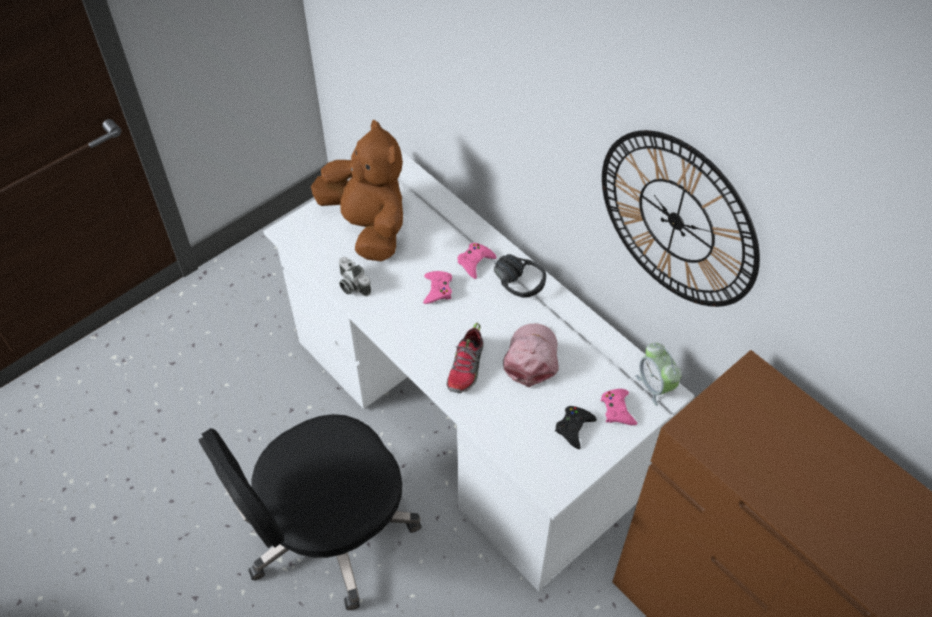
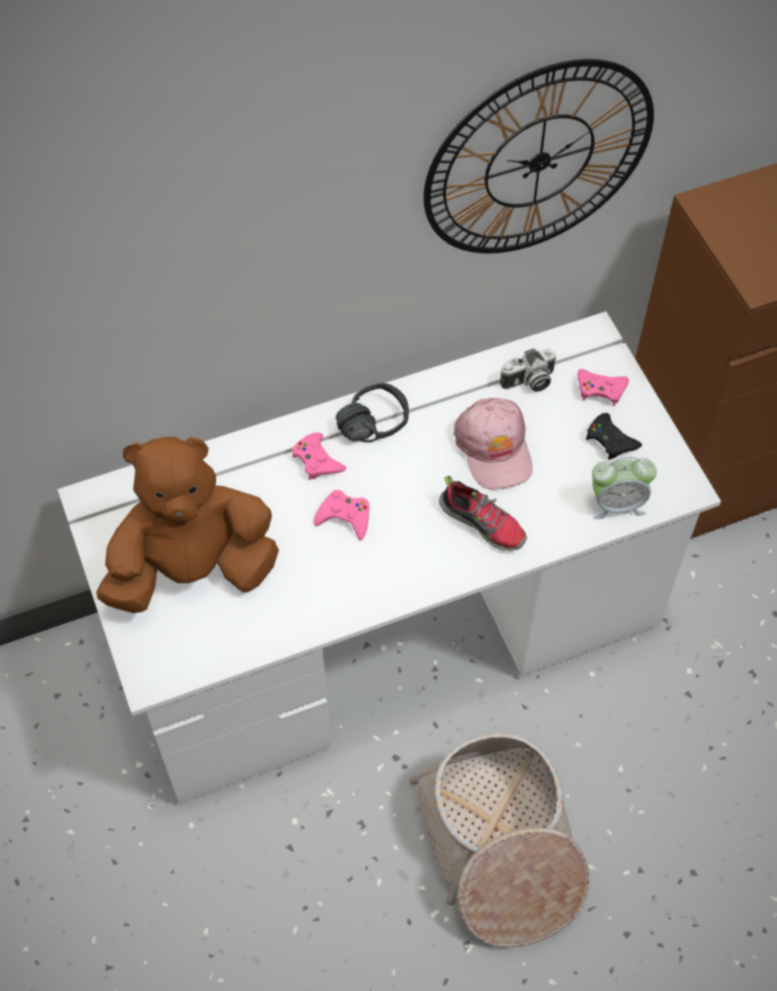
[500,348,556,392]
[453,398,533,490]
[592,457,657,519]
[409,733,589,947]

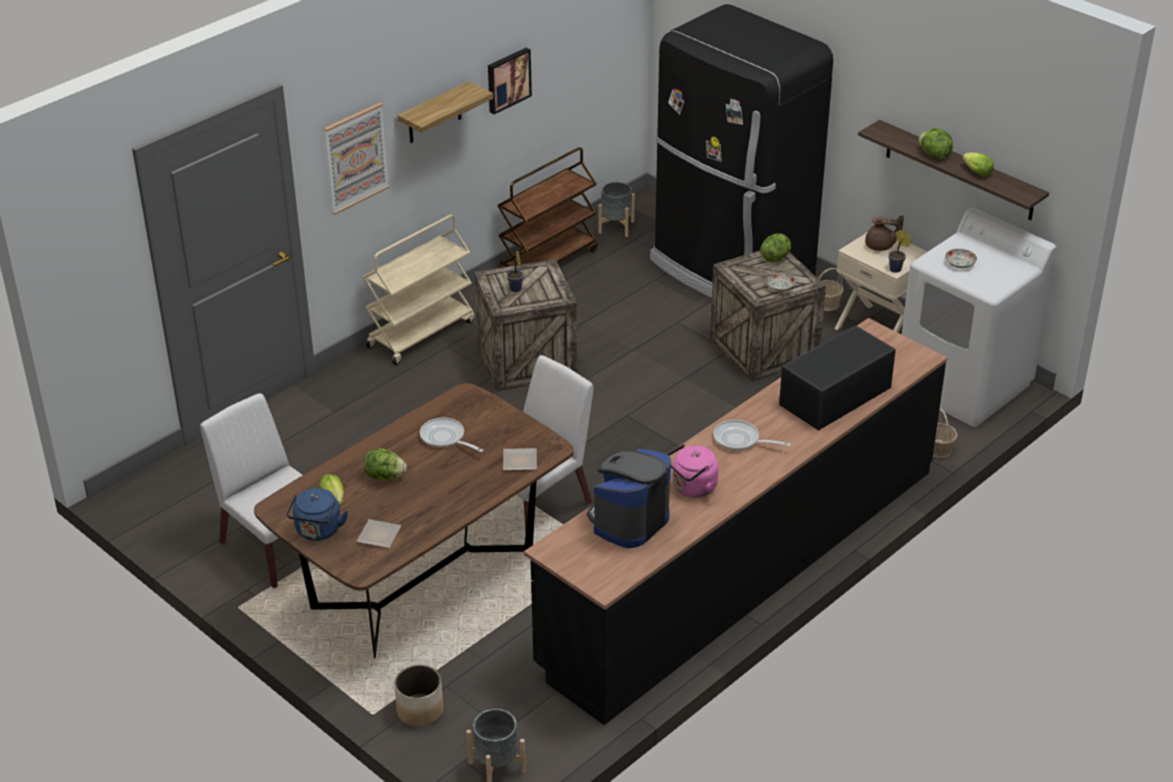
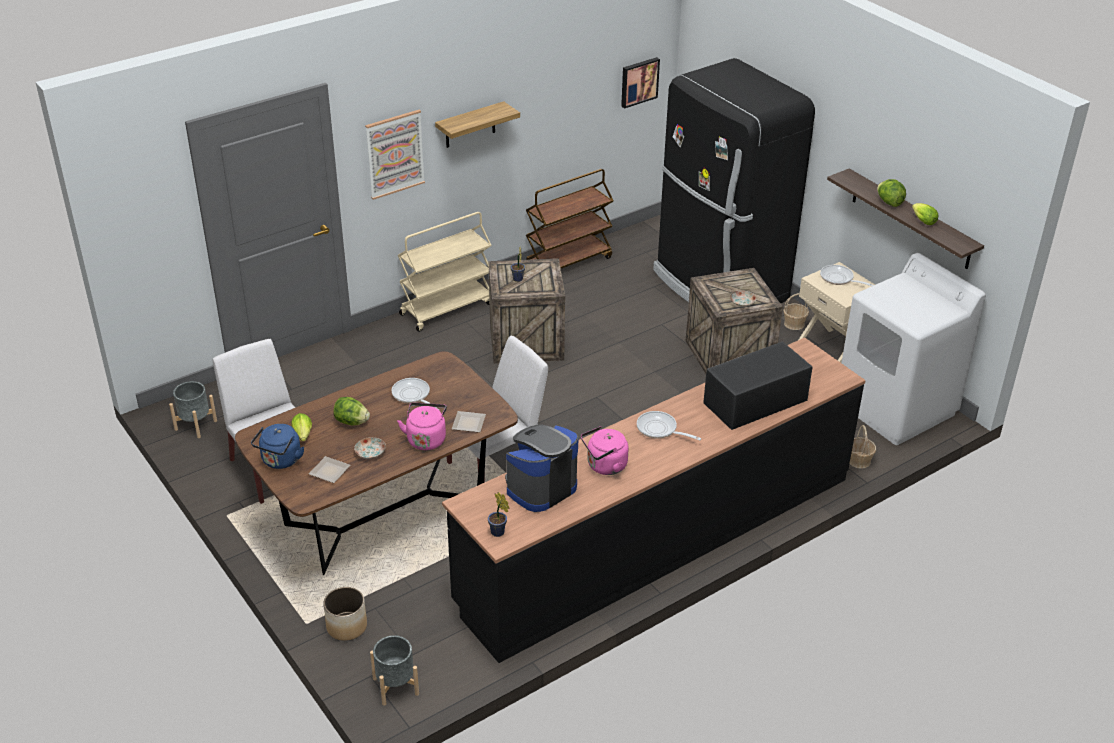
[621,57,660,108]
[169,381,217,438]
[820,265,874,286]
[488,492,510,537]
[760,233,791,263] (first image)
[354,437,386,459]
[397,403,447,450]

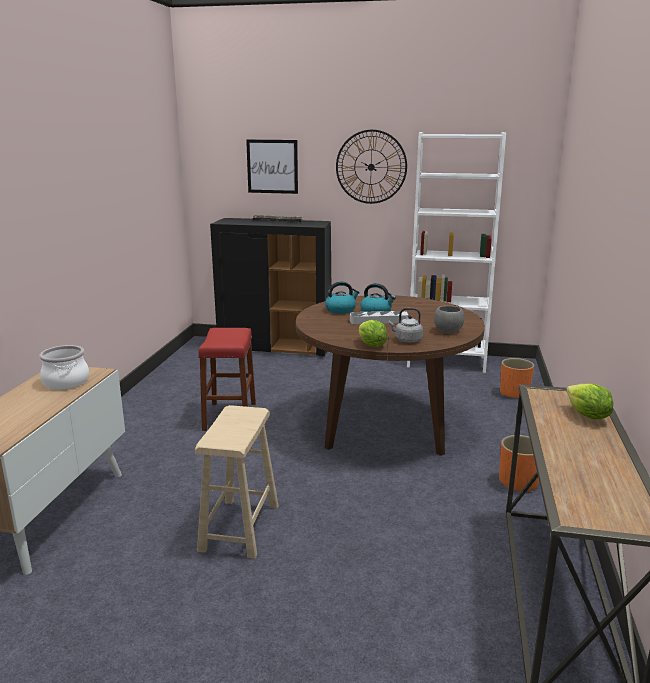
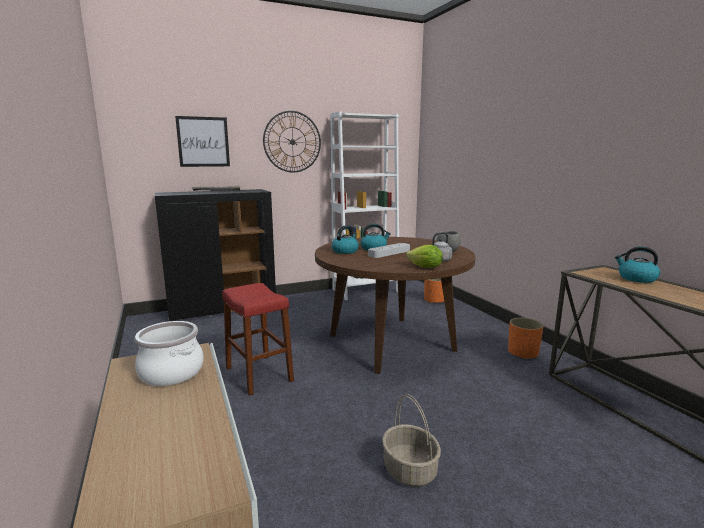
[615,246,660,283]
[382,394,441,487]

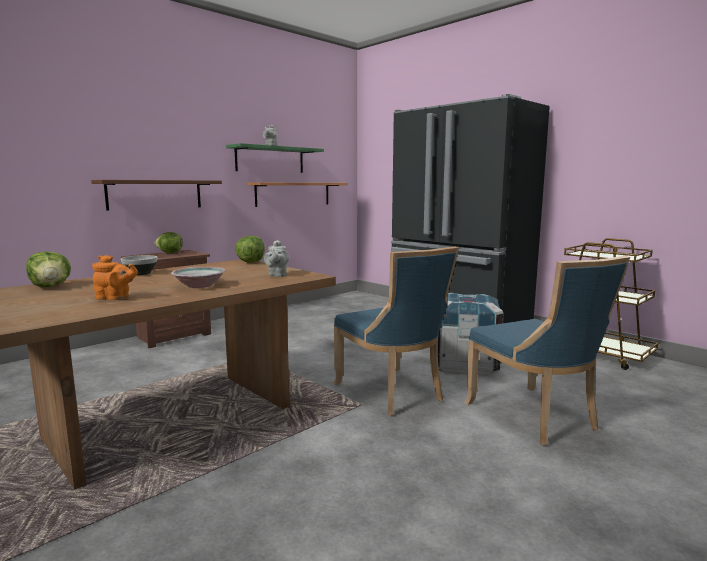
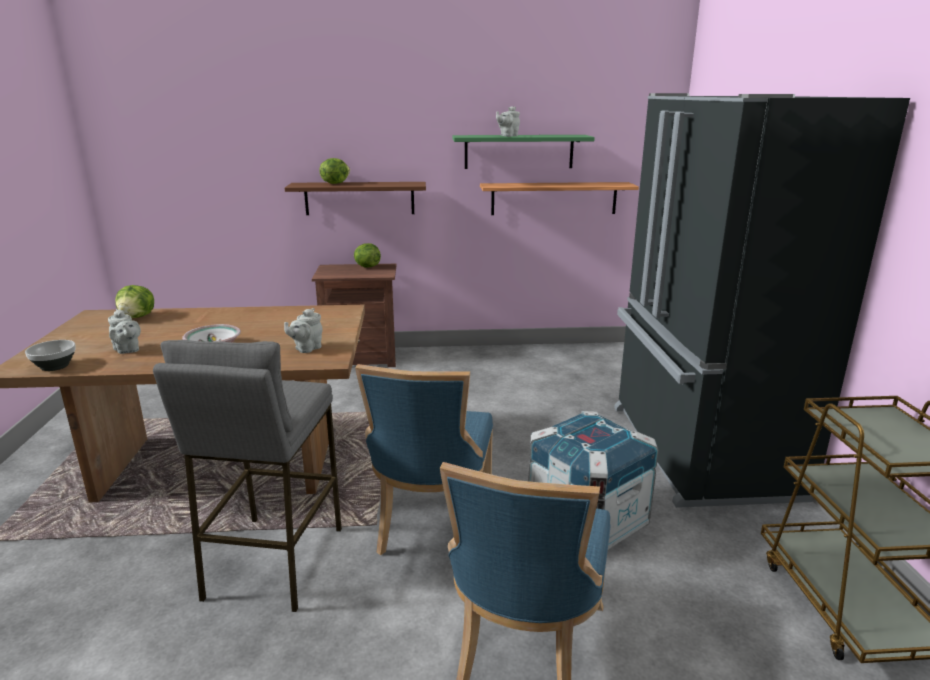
[319,158,350,184]
[108,309,141,354]
[25,340,76,371]
[153,340,342,612]

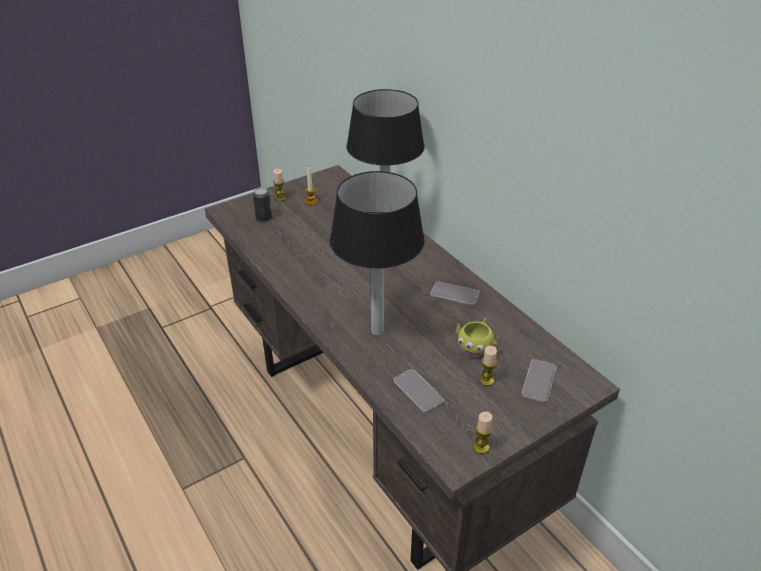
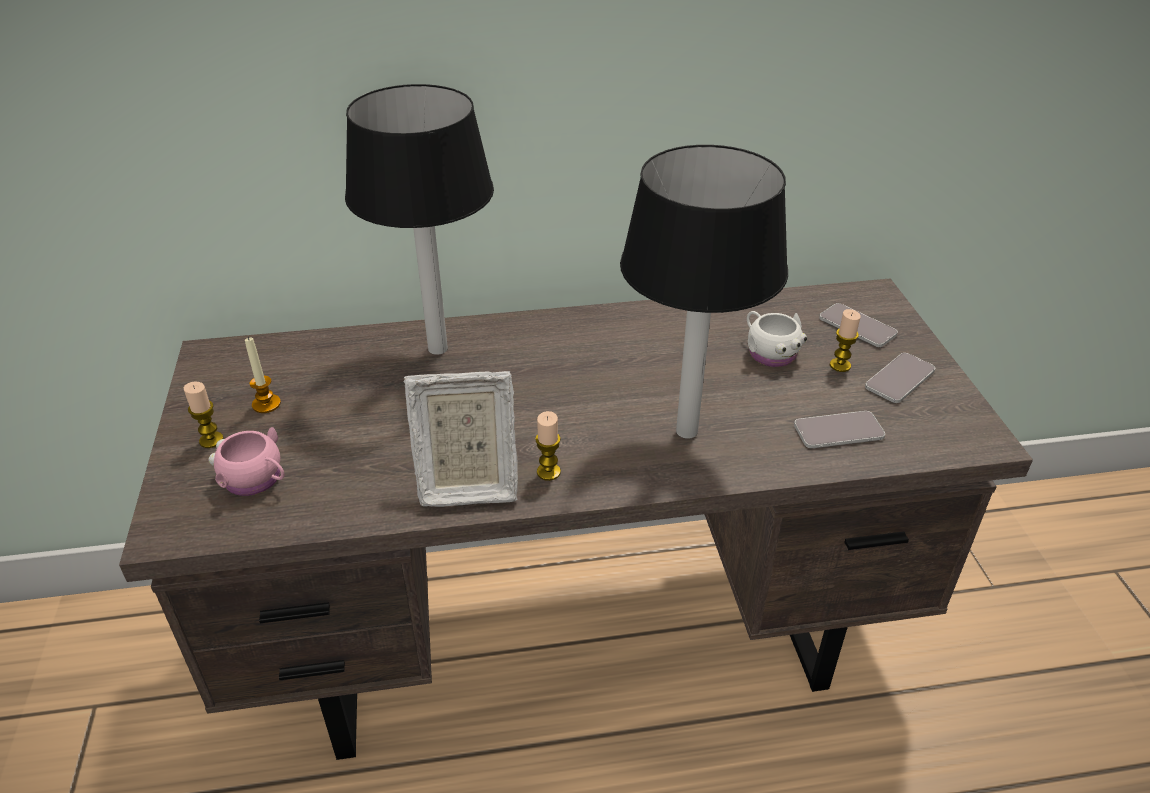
[209,427,285,496]
[865,353,935,403]
[747,311,807,367]
[535,411,561,481]
[403,371,518,507]

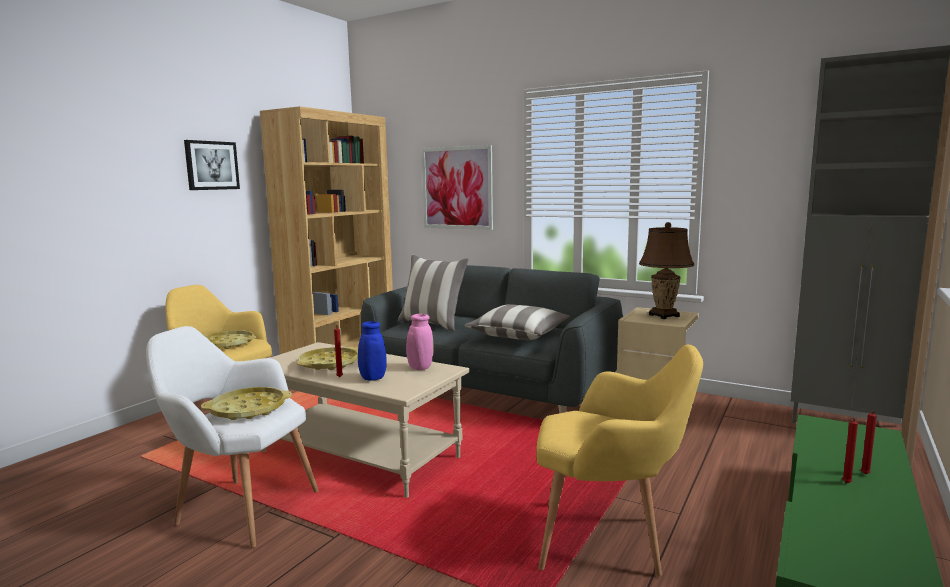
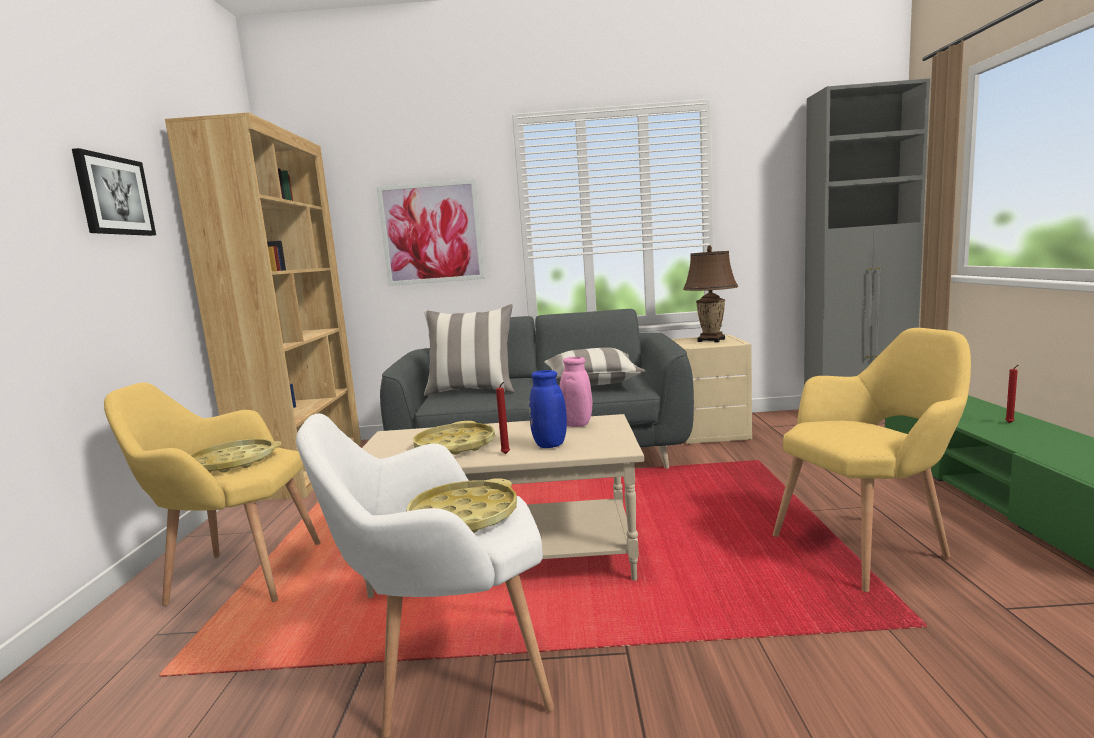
[842,417,858,483] (first image)

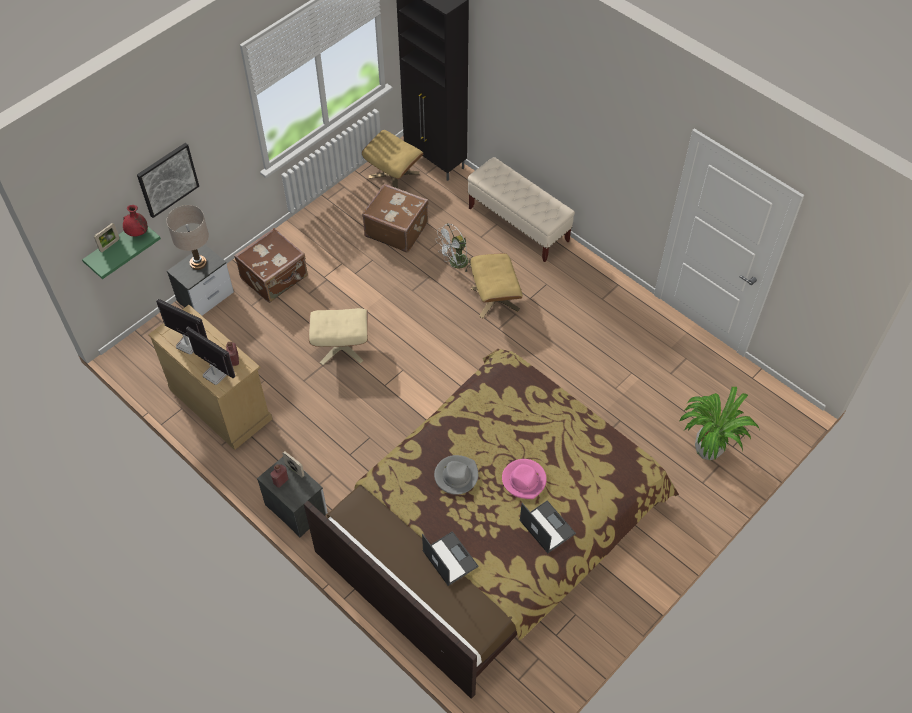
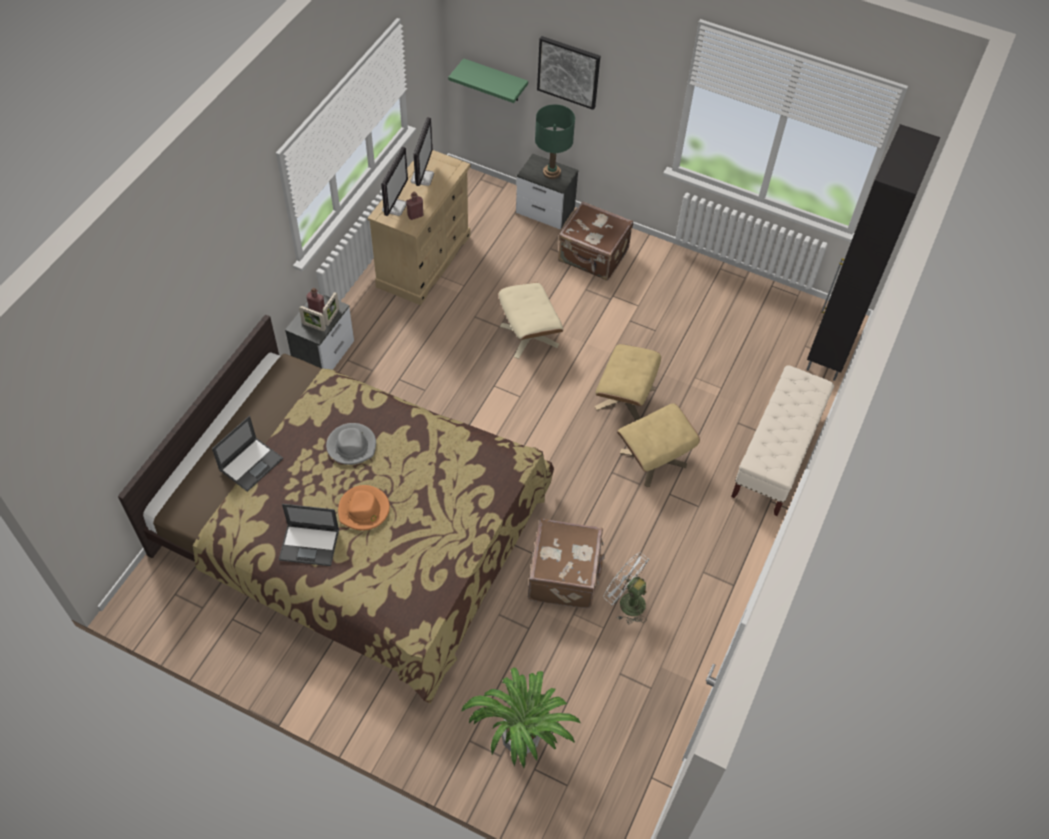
[595,344,661,421]
[528,518,605,609]
[123,205,148,236] (first image)
[535,104,575,179]
[299,306,326,332]
[604,553,650,624]
[338,485,390,531]
[279,504,339,566]

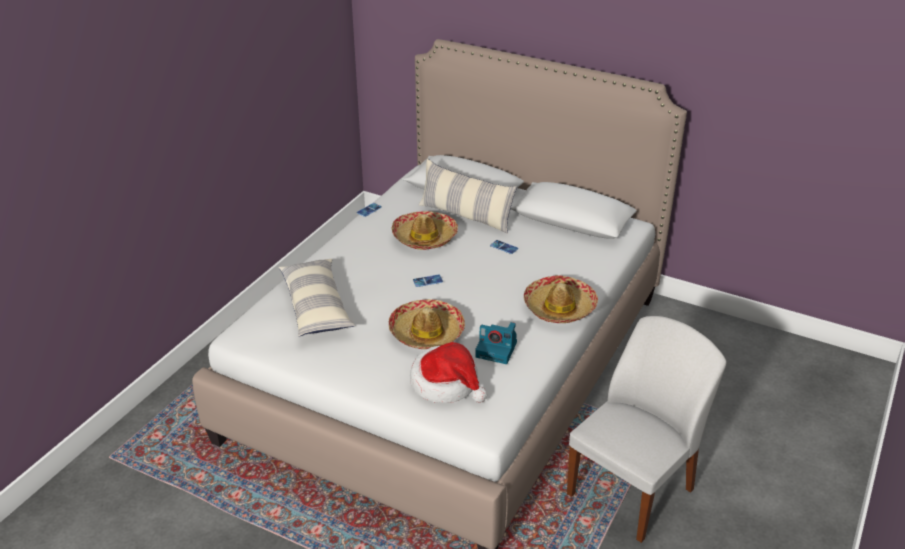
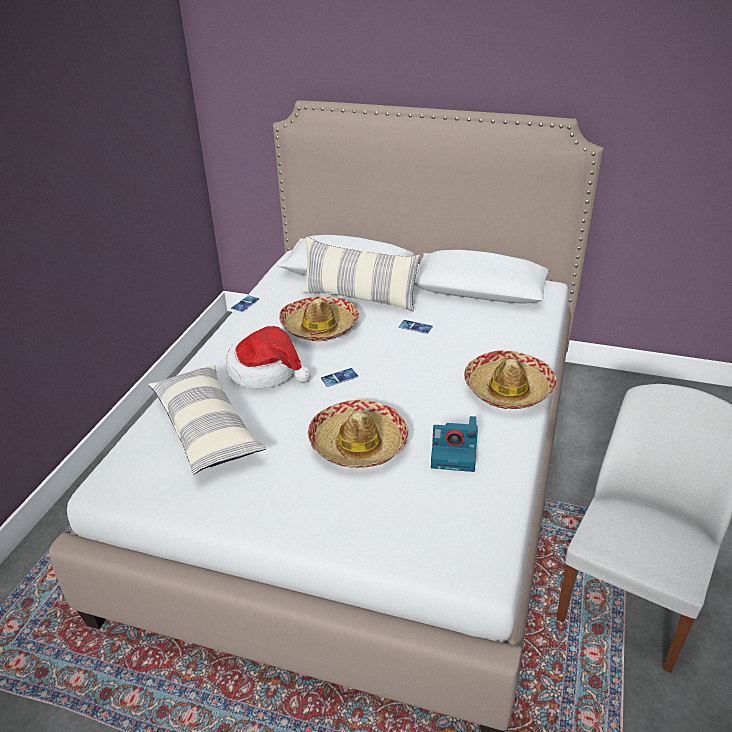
[226,326,311,389]

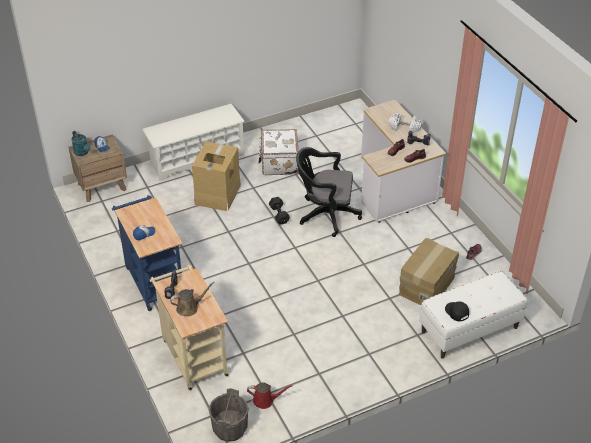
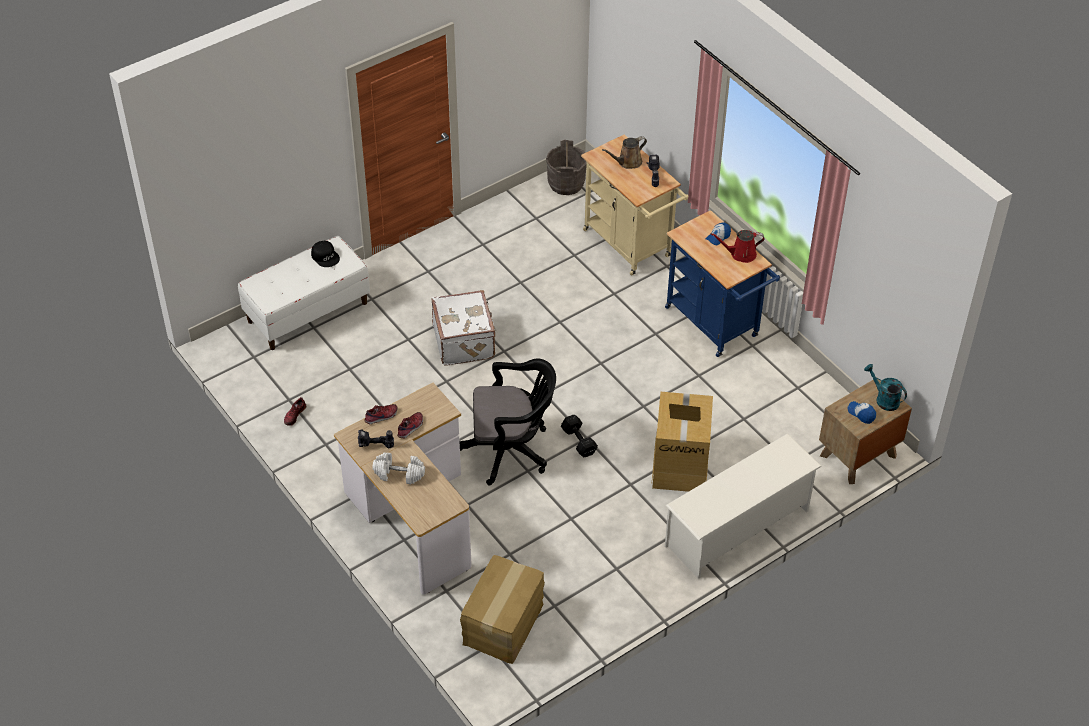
[431,290,496,366]
[460,555,545,664]
[711,230,765,263]

